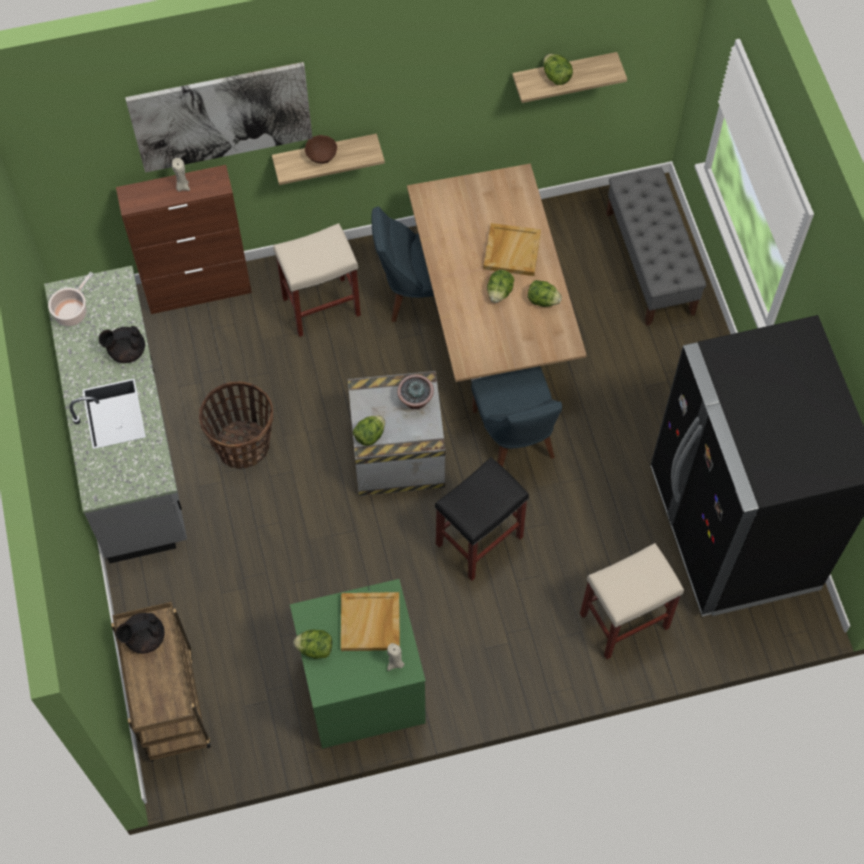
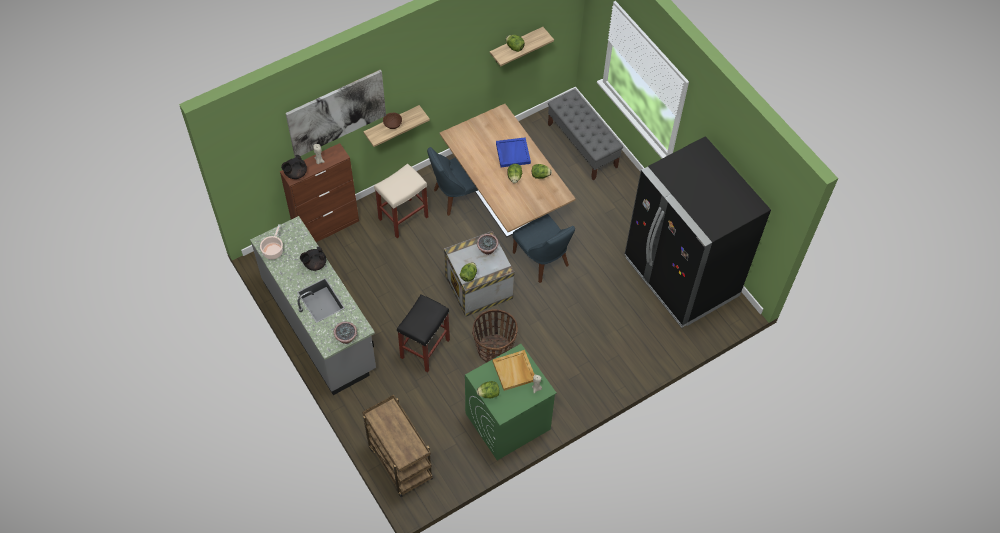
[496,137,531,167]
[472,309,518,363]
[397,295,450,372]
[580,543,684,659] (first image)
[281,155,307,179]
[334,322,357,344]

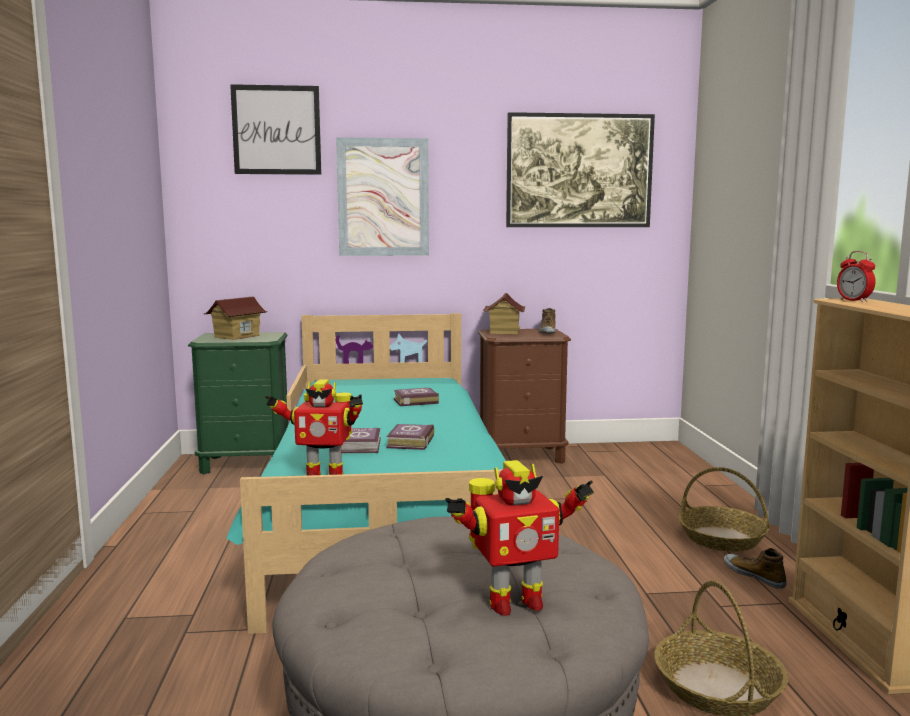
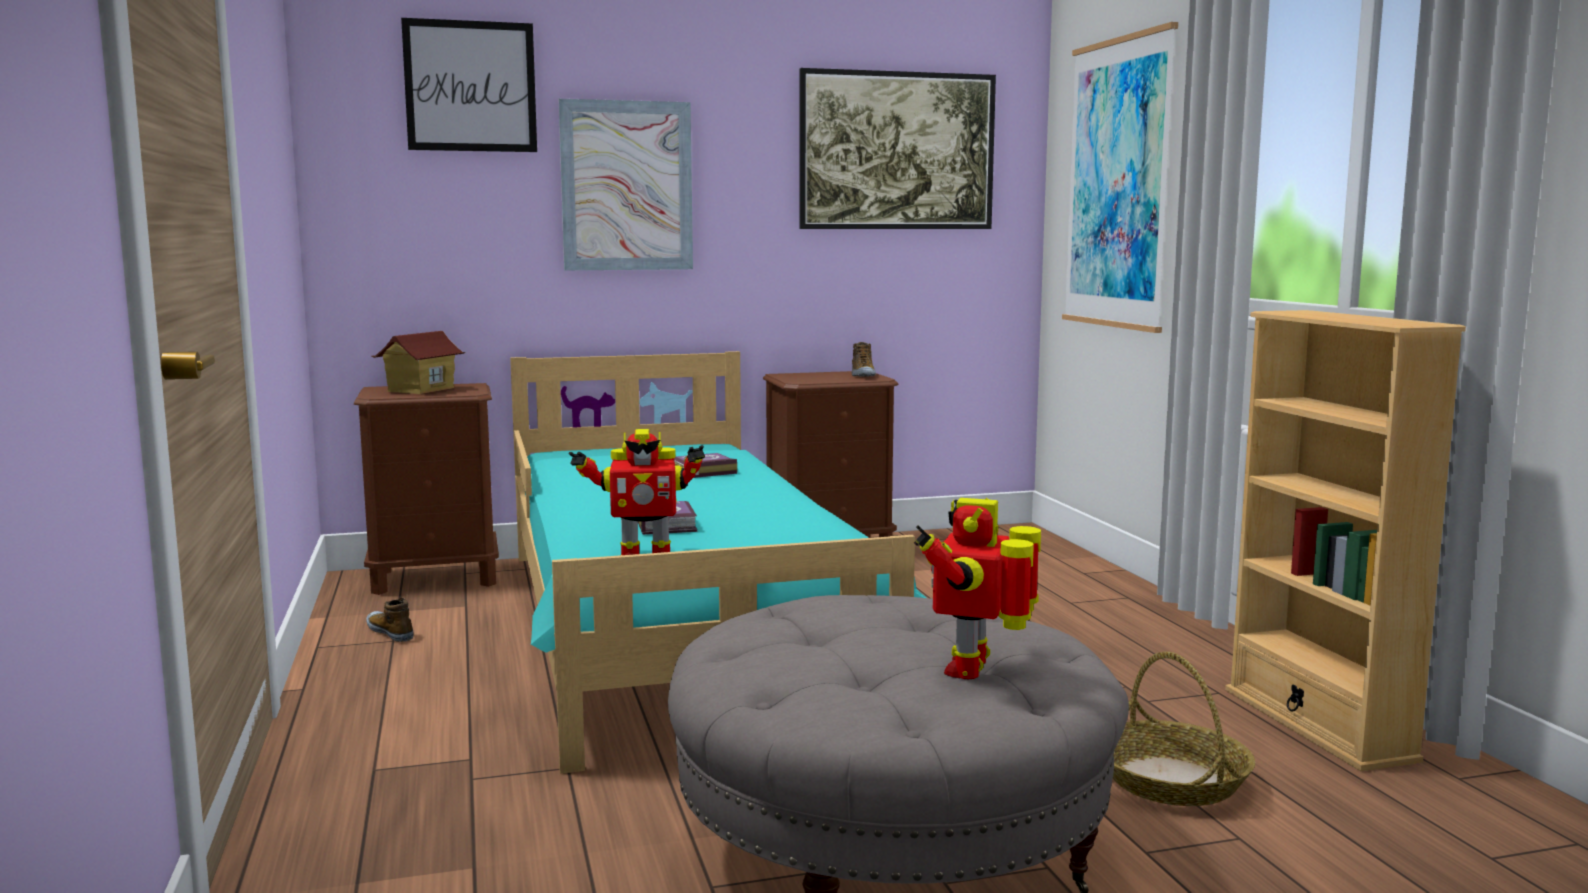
[837,251,876,302] (first image)
[483,293,525,334] (first image)
[354,383,499,595]
[386,424,434,450] (first image)
[914,498,1041,679]
[678,467,770,552] (first image)
[366,597,414,642]
[1062,22,1178,333]

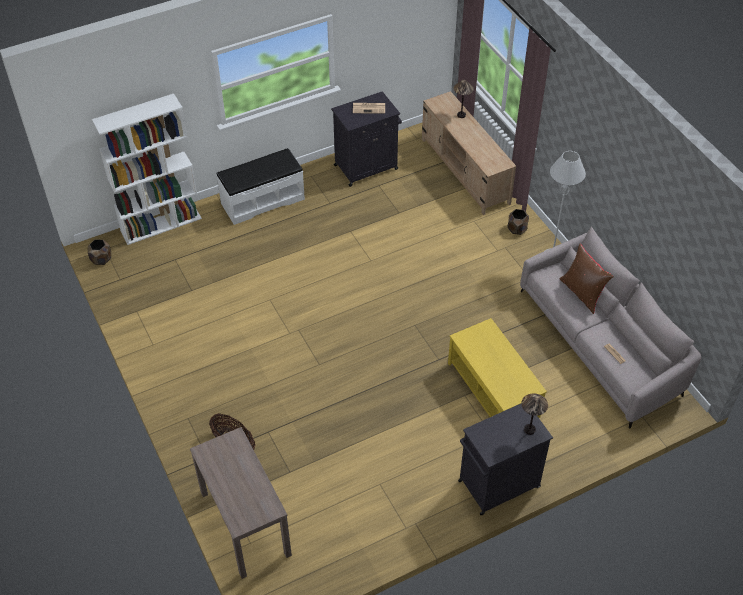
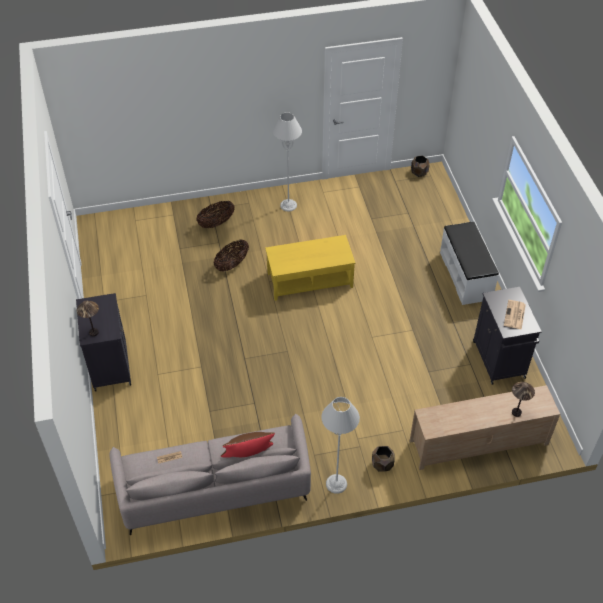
[92,94,202,245] (first image)
[265,235,356,301]
[190,427,292,579] (first image)
[273,112,302,212]
[214,239,249,271]

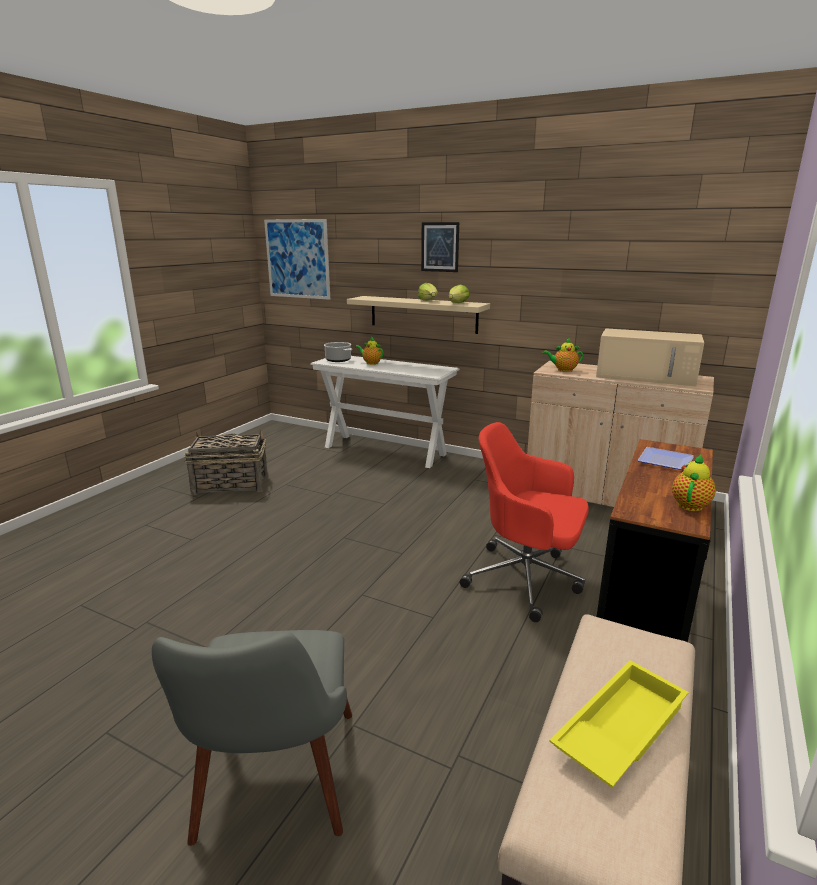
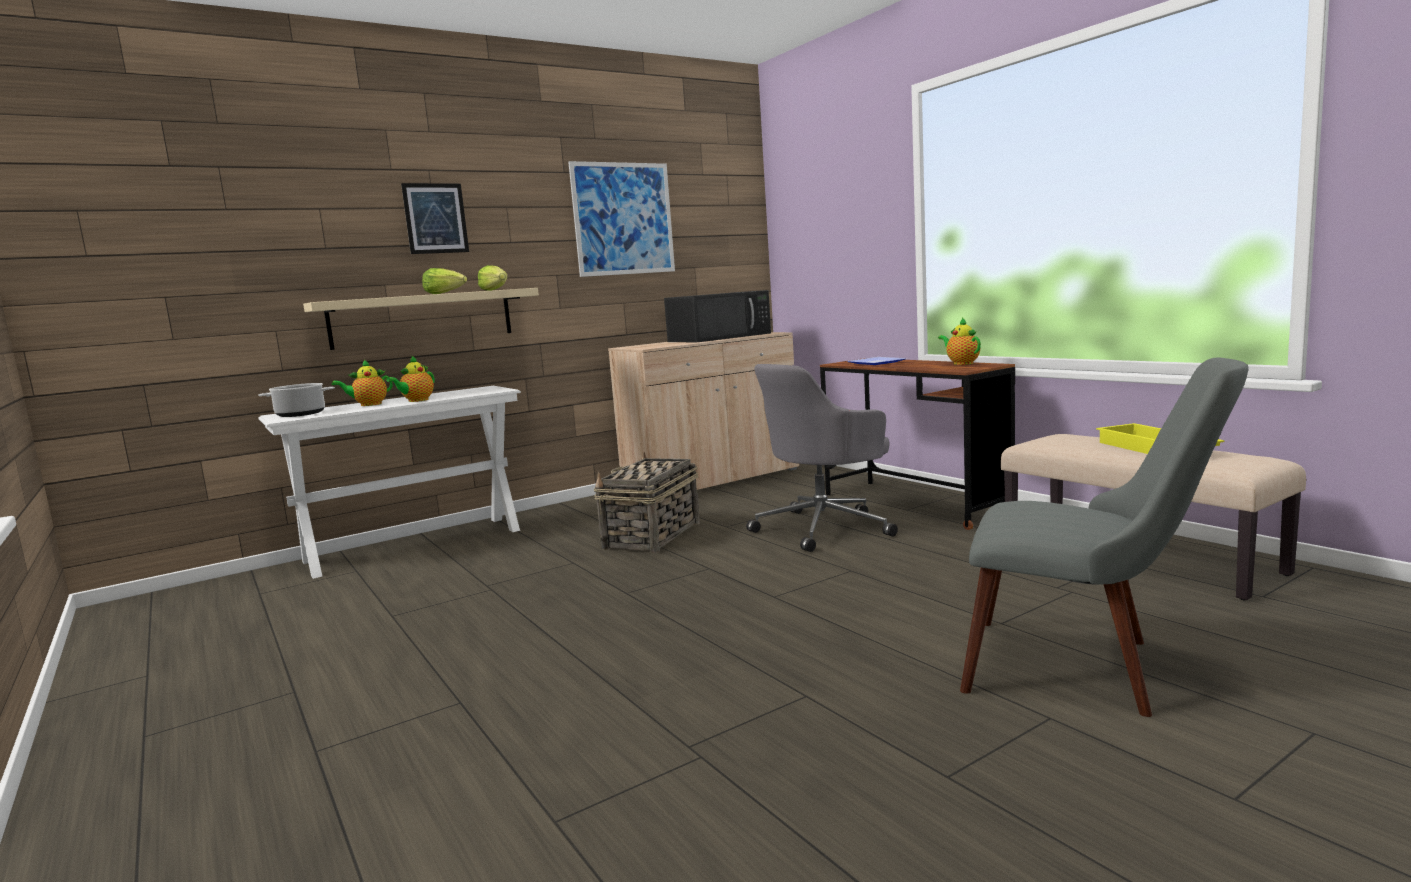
[568,161,675,277]
[664,290,771,342]
[386,355,435,402]
[746,364,898,552]
[594,452,700,553]

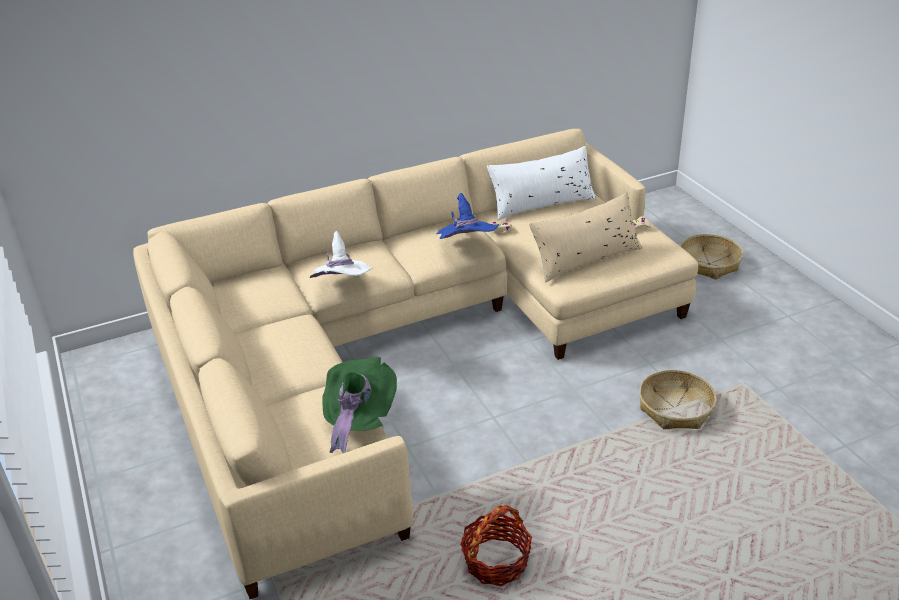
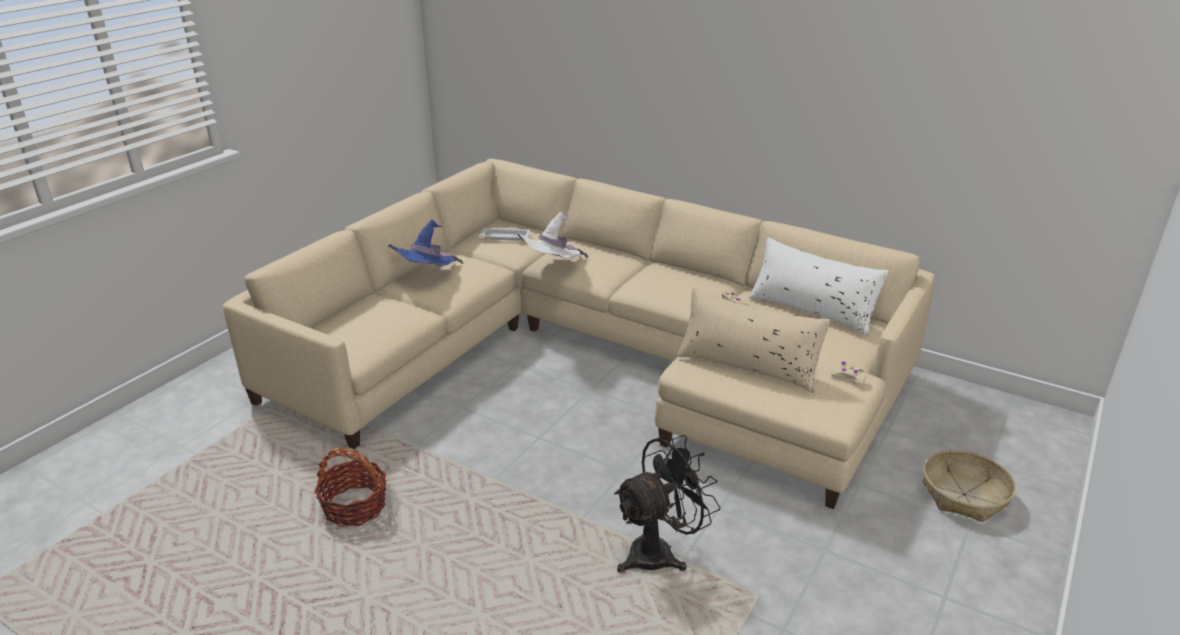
[388,219,463,266]
[322,357,397,454] (first image)
[614,434,721,573]
[480,227,532,241]

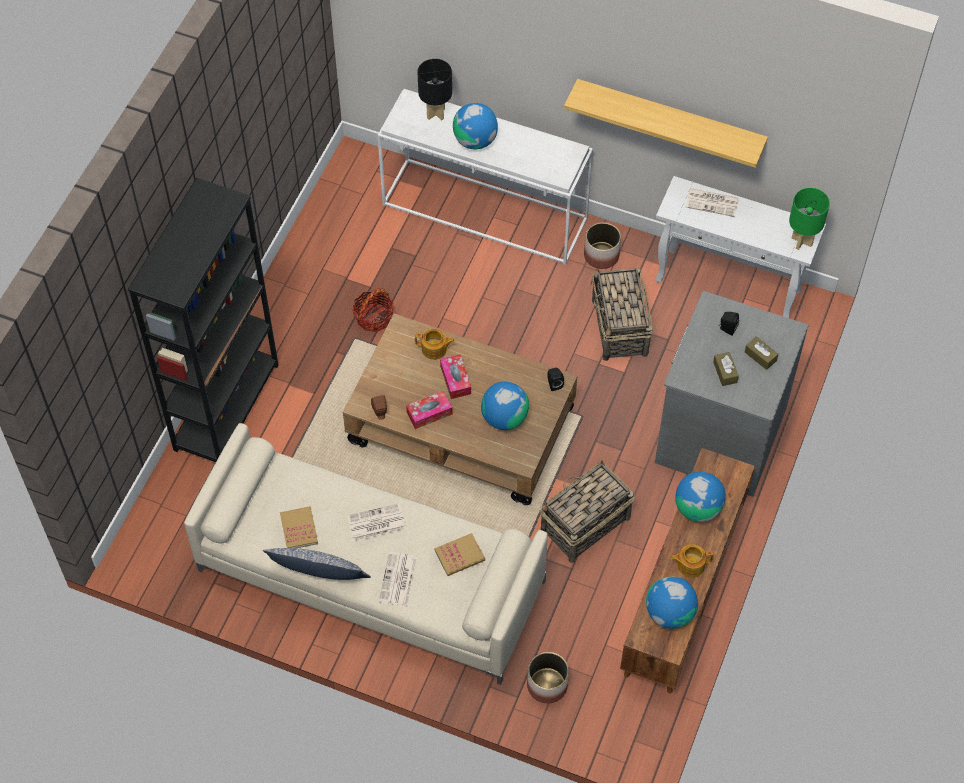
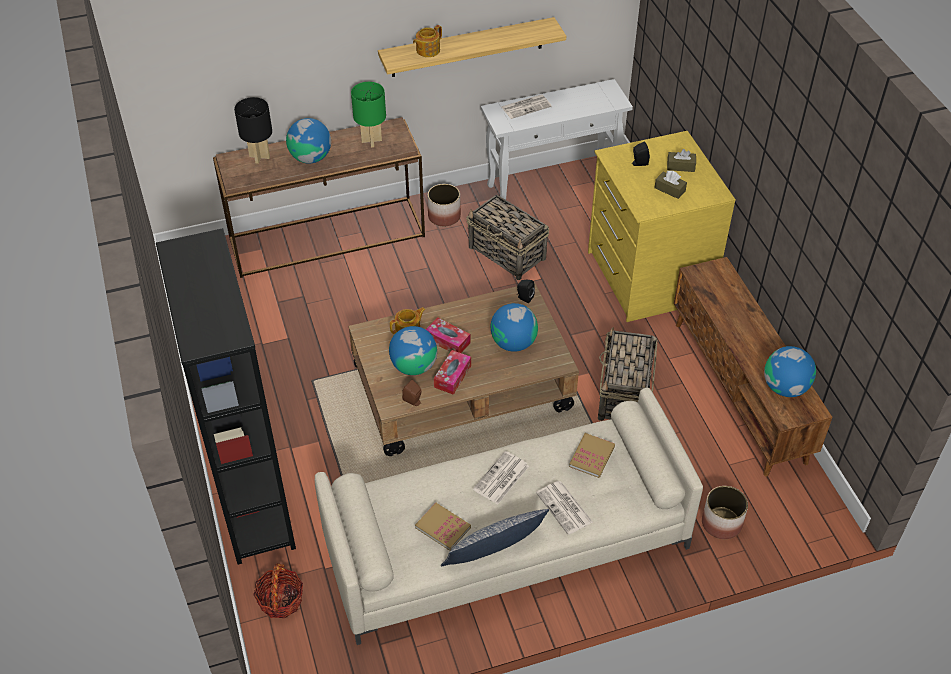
[213,117,425,278]
[351,82,386,147]
[253,563,303,618]
[588,131,736,322]
[389,326,437,375]
[413,25,442,57]

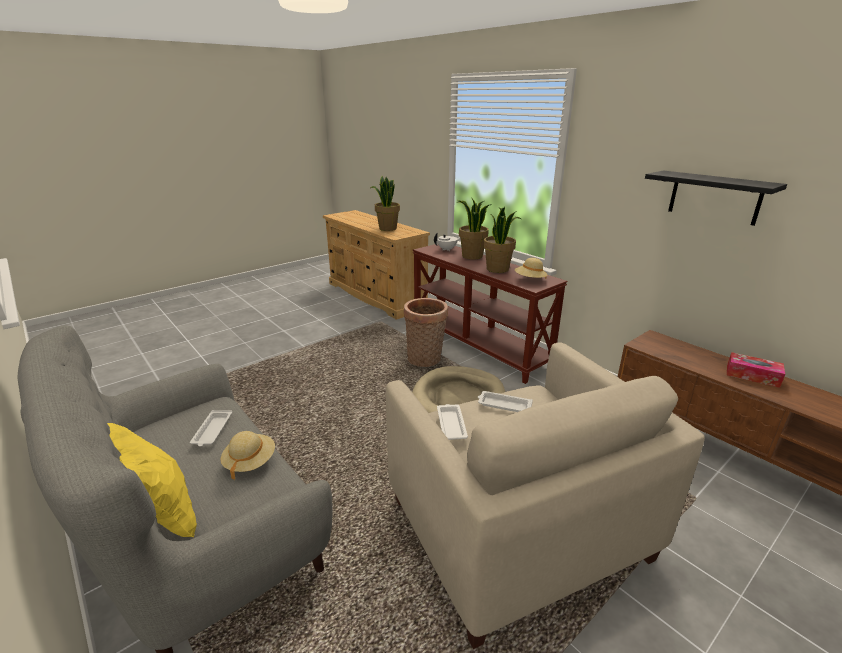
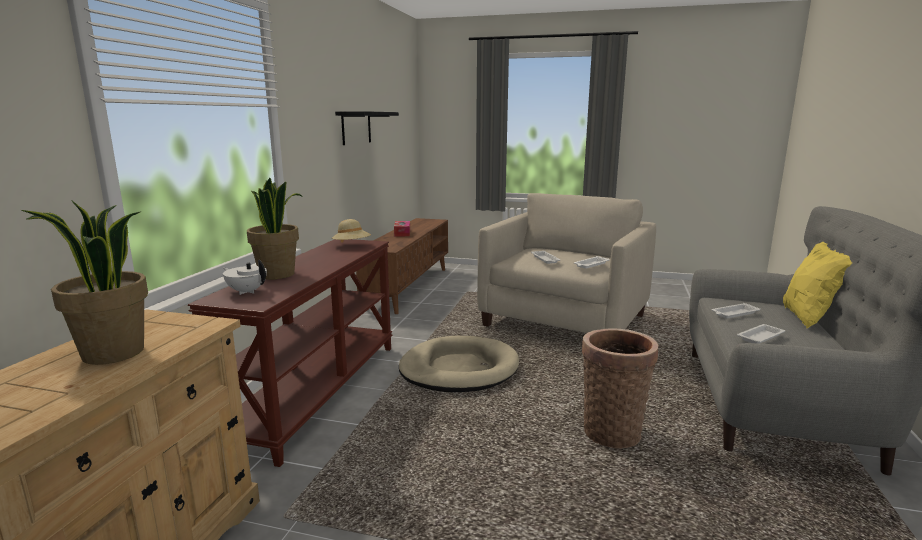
[483,207,521,273] (first image)
[582,328,658,448]
[711,303,760,318]

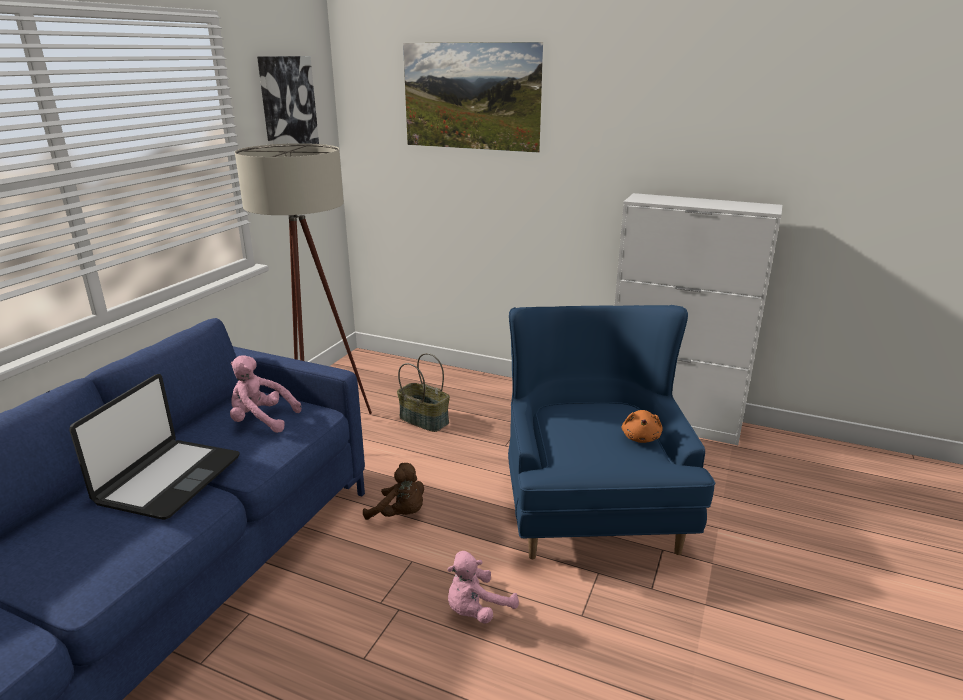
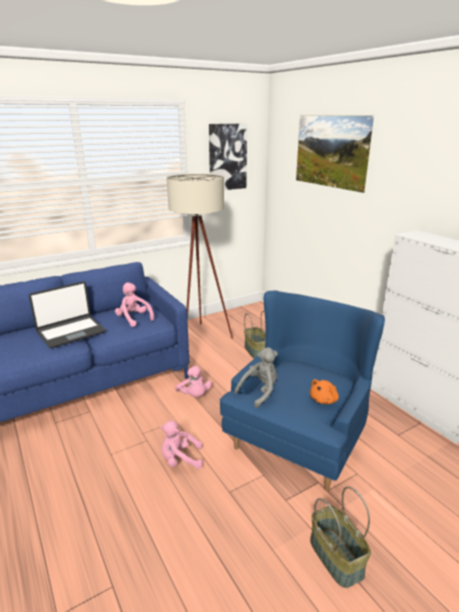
[175,366,212,397]
[234,347,278,408]
[310,486,371,588]

